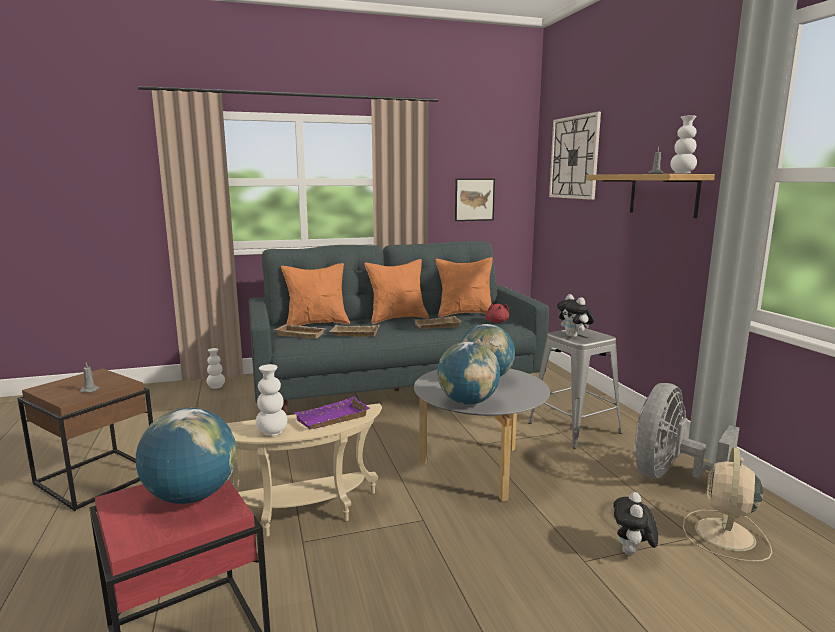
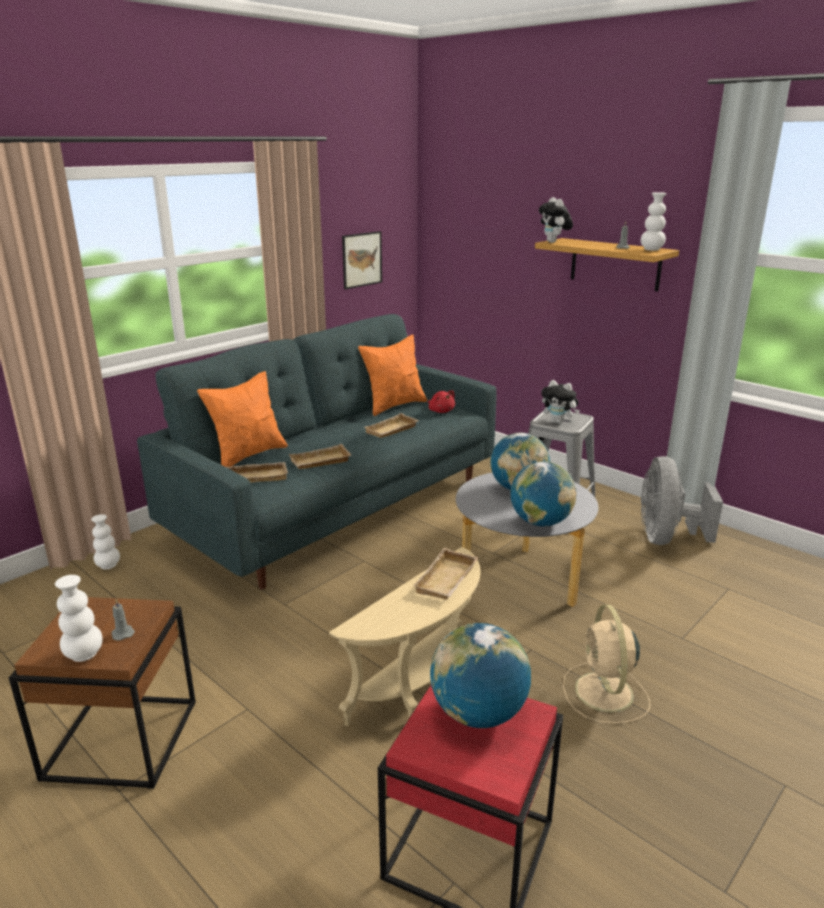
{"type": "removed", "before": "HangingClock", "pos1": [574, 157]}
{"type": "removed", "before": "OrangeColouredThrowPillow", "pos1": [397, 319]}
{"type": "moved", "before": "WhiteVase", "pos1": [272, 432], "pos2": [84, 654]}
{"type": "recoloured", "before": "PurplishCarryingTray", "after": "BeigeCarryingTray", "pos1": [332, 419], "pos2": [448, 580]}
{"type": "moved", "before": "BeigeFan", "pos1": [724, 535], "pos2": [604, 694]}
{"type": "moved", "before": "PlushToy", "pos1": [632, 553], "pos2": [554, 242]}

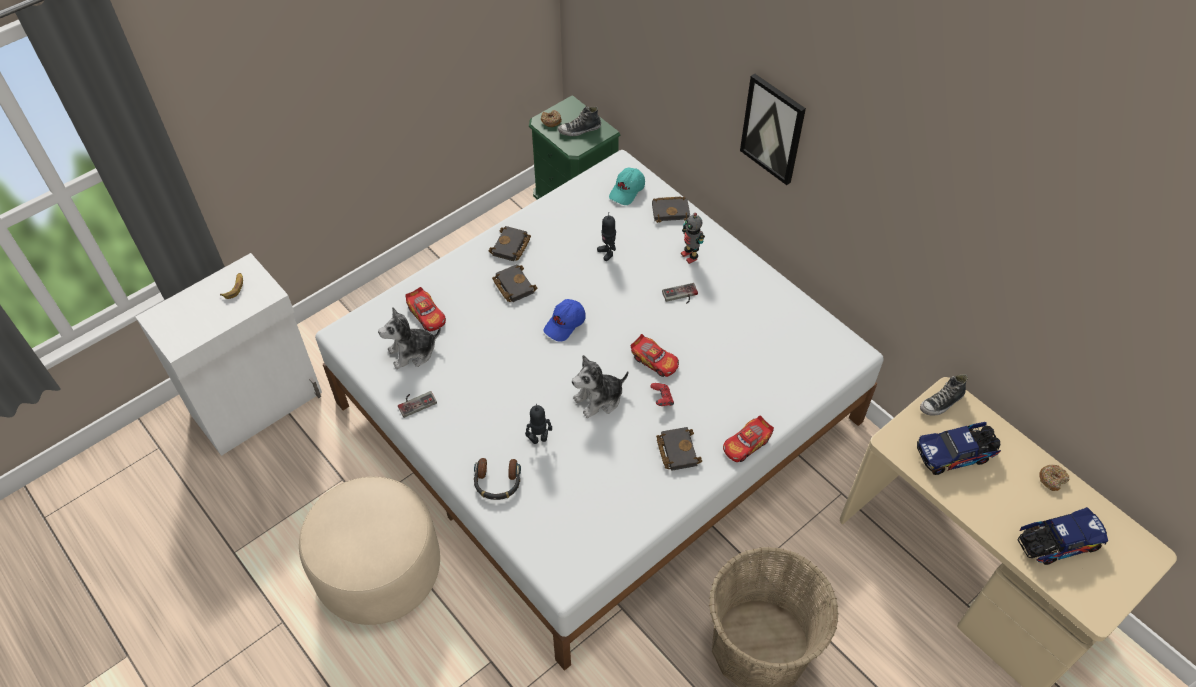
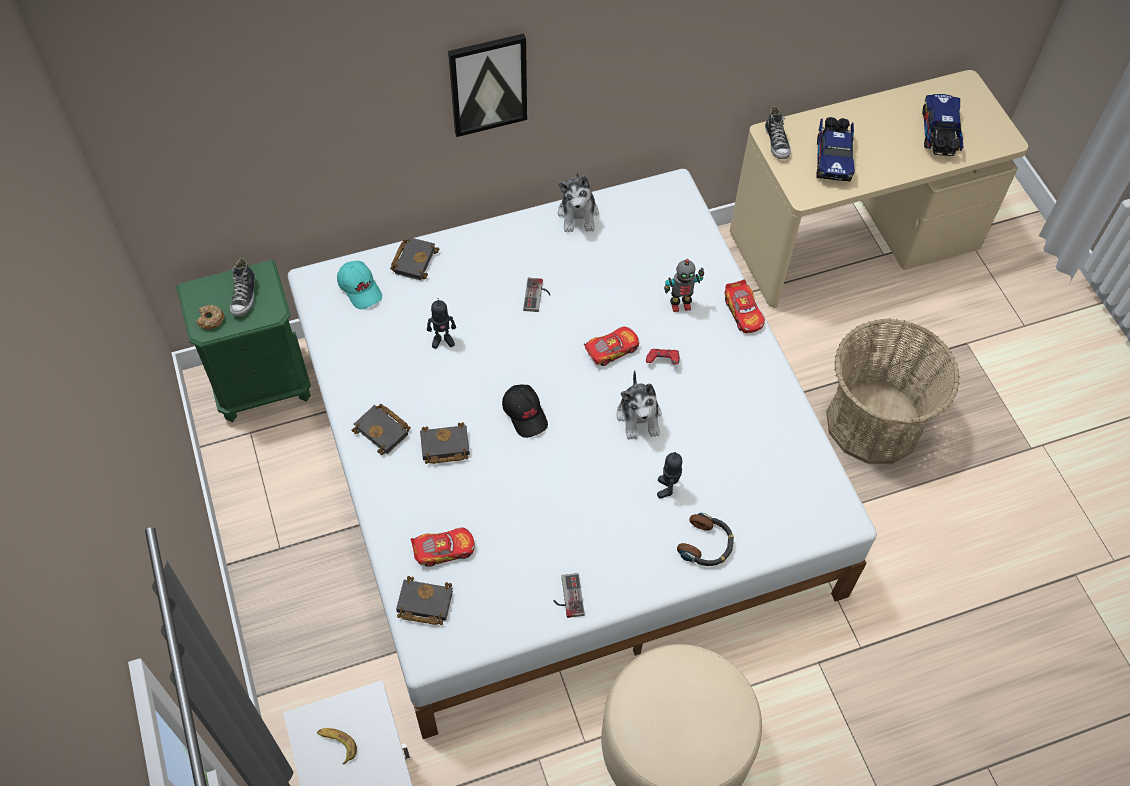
{"type": "moved", "before": "RobotFigure", "pos1": [690, 256], "pos2": [680, 304]}
{"type": "recoloured", "before": "BlueColouredCap", "after": "BlackCap", "pos1": [565, 324], "pos2": [525, 414]}
{"type": "moved", "before": "PlushToy", "pos1": [412, 352], "pos2": [578, 214]}
{"type": "moved", "before": "BlackBoundBook", "pos1": [676, 450], "pos2": [423, 604]}
{"type": "removed", "before": "Donut", "pos1": [1052, 479]}

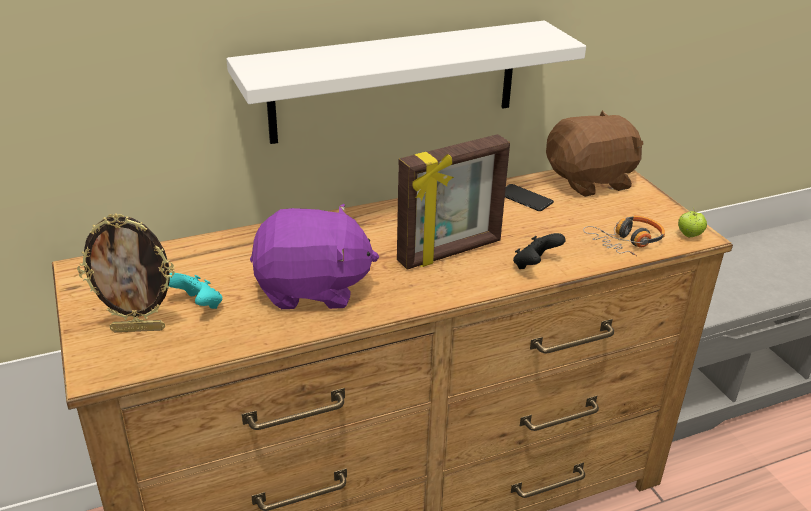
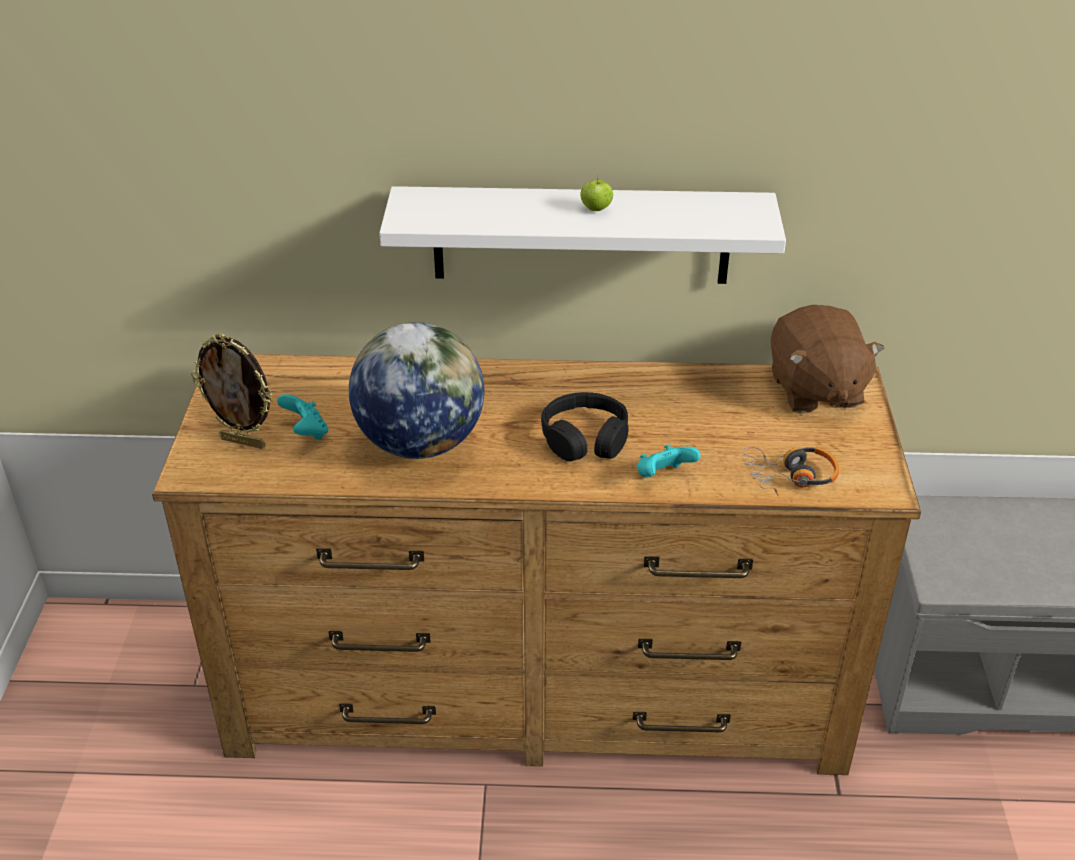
{"type": "turned", "before": "BrownColouredPlushToy", "pos1": [590, 181], "pos2": [815, 390], "turn": 75}
{"type": "replaced", "before": "PhotoFrame", "after": "BlackPairOfHeadphones", "pos1": [450, 252], "pos2": [585, 438]}
{"type": "removed", "before": "Phone", "pos1": [525, 198]}
{"type": "replaced", "before": "PurplishPlushToy", "after": "Globe", "pos1": [312, 289], "pos2": [420, 443]}
{"type": "moved", "before": "WholeApple", "pos1": [689, 235], "pos2": [596, 209]}
{"type": "recoloured", "before": "BlackGameController", "after": "TurquoiseGameController", "pos1": [535, 265], "pos2": [663, 477]}

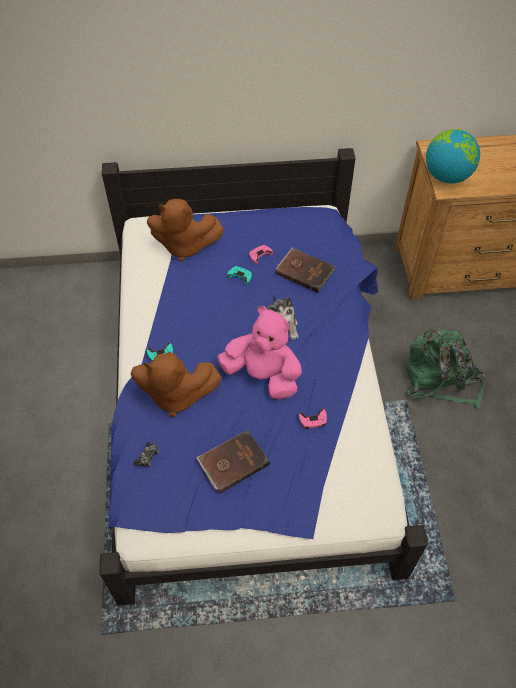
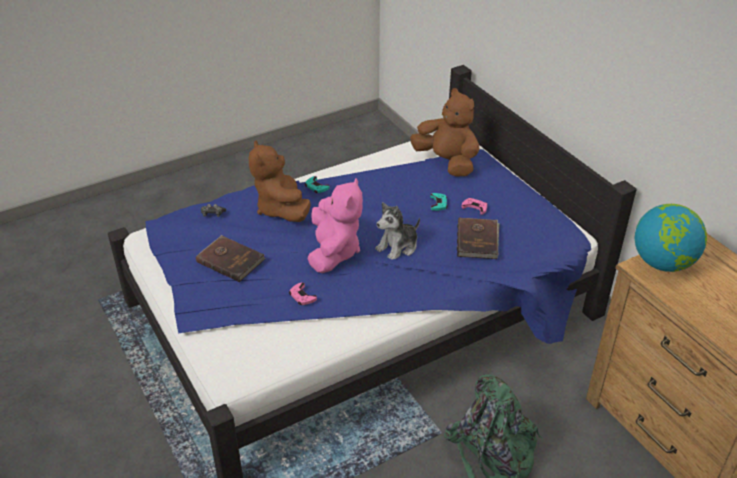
{"type": "turned", "before": "BrownColouredPlushToy", "pos1": [184, 246], "pos2": [447, 162], "turn": 150}

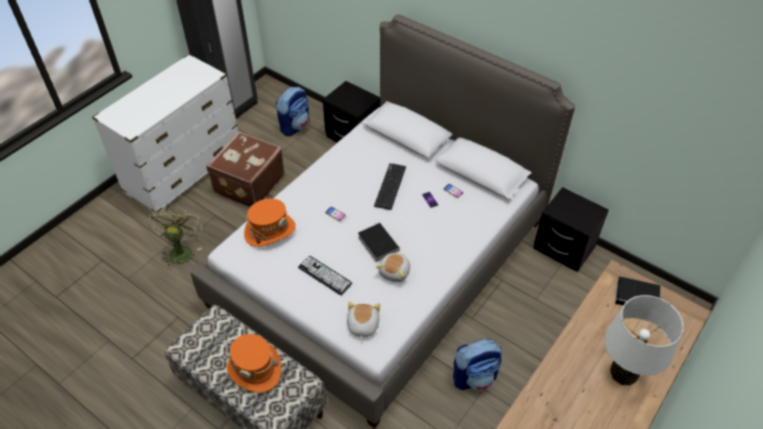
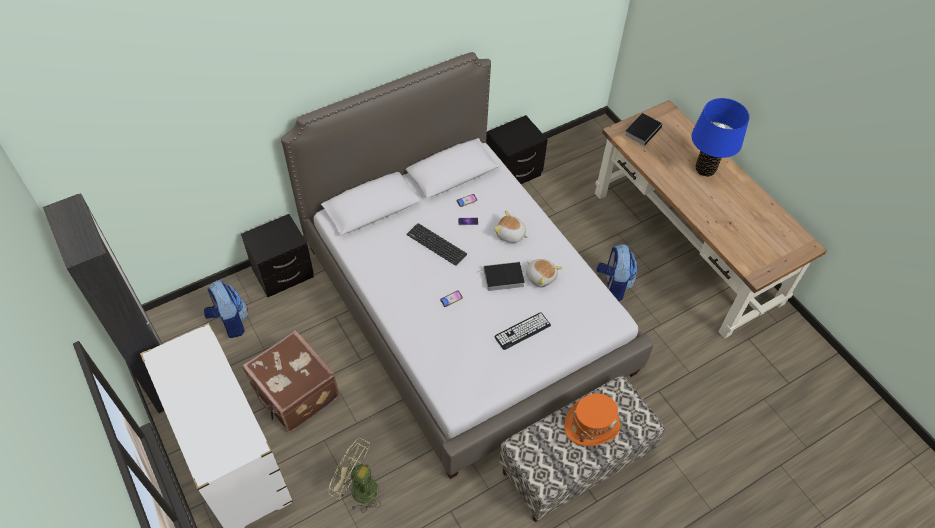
{"type": "removed", "before": "OrangeColouredWearableHat", "pos1": [270, 231]}
{"type": "recoloured", "before": "WhiteLampForATable", "after": "BlueColouredLampForATable", "pos1": [623, 374], "pos2": [705, 169]}
{"type": "moved", "before": "PlushToy", "pos1": [362, 325], "pos2": [510, 235]}

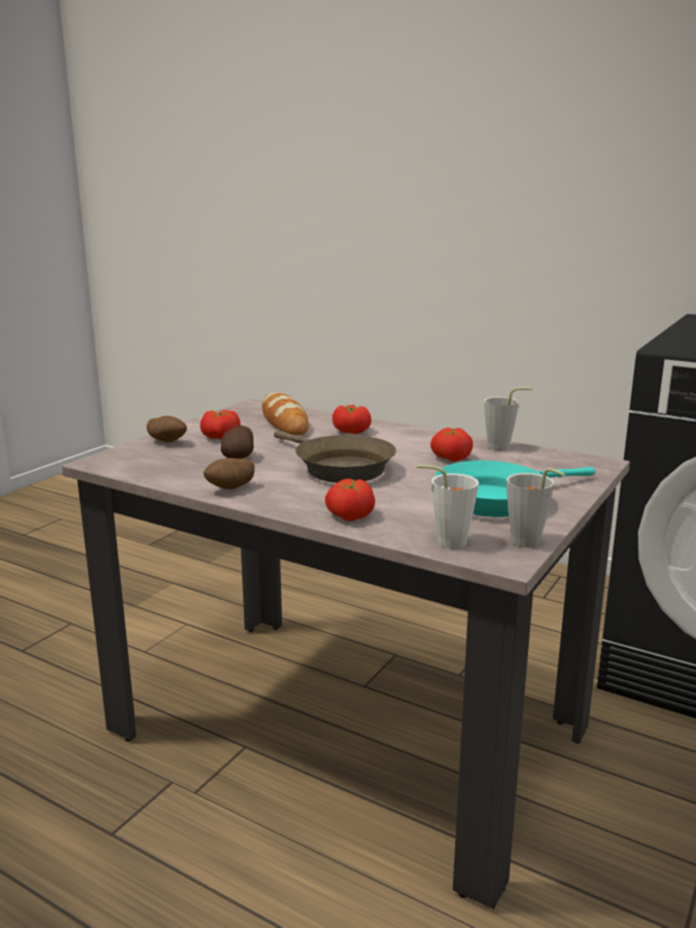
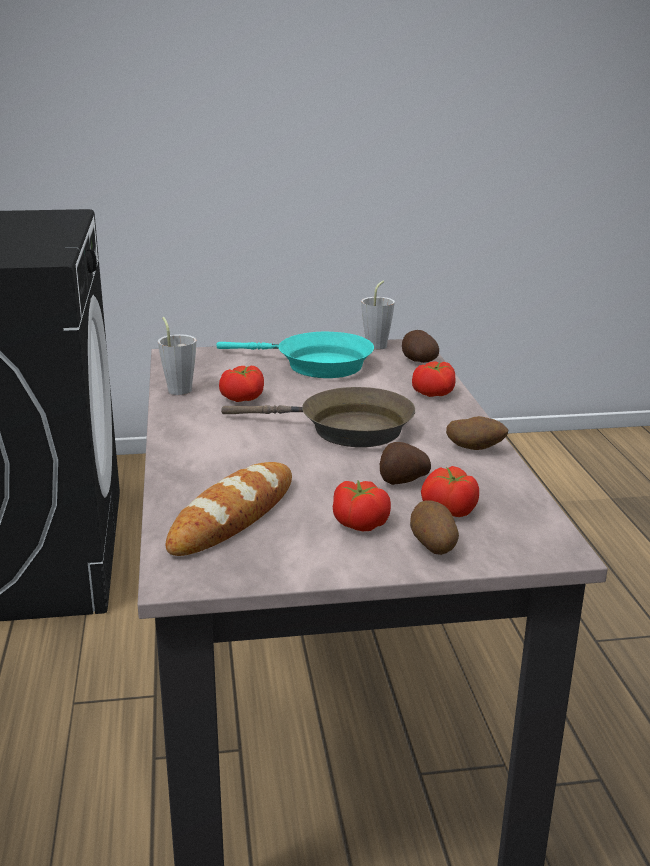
{"type": "moved", "before": "FreshTomato", "pos1": [352, 431], "pos2": [449, 510]}
{"type": "turned", "before": "BrownColouredSkillet", "pos1": [338, 467], "pos2": [346, 429], "turn": 90}
{"type": "replaced", "before": "WhiteDrinkingCup", "after": "Spud", "pos1": [444, 541], "pos2": [418, 361]}

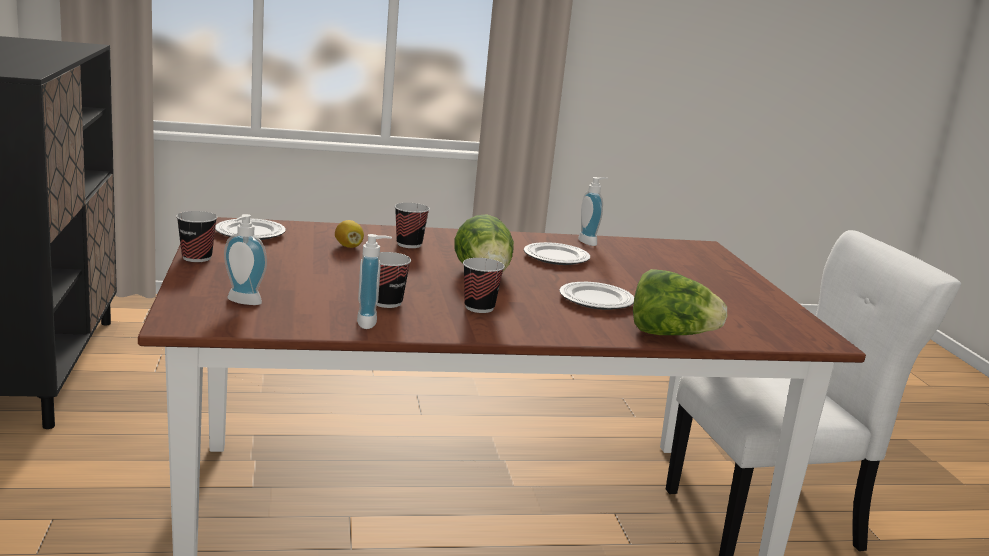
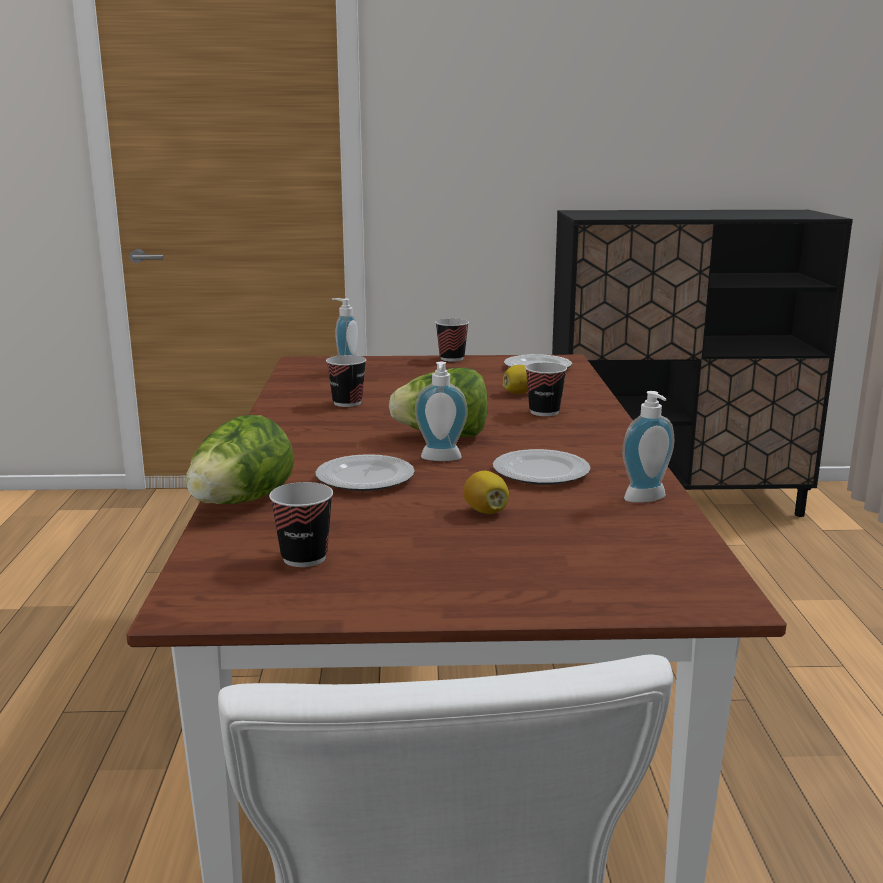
{"type": "moved", "before": "LiquidSoapBottle", "pos1": [371, 322], "pos2": [440, 459]}
{"type": "moved", "before": "DrinkingCup", "pos1": [479, 307], "pos2": [304, 558]}
{"type": "added", "after": "WholeLemon", "pos2": [486, 511]}

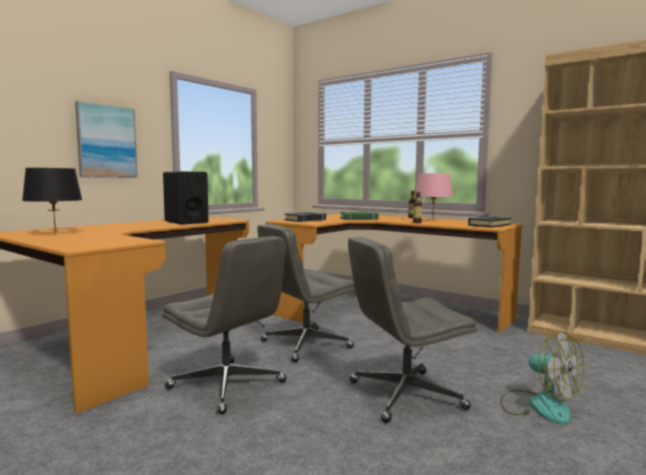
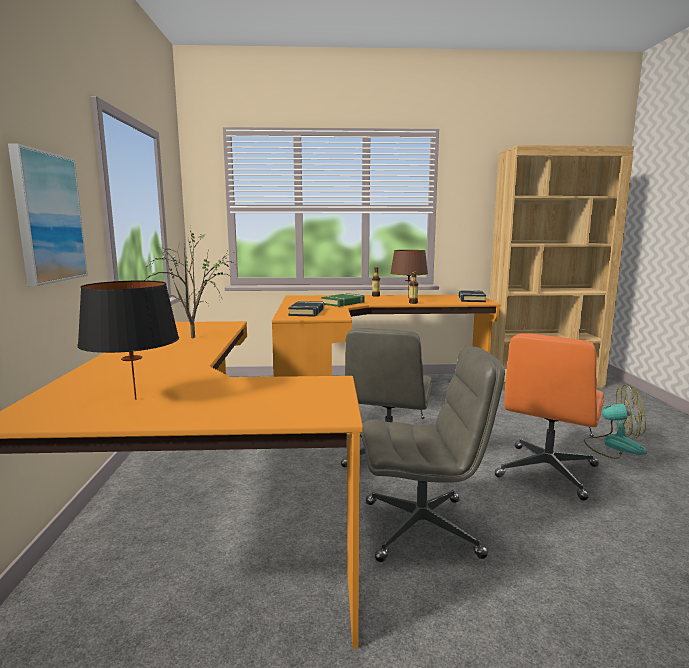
{"type": "replaced", "before": "BlackAudioSpeaker", "after": "PlantInAPot", "pos1": [186, 222], "pos2": [191, 337]}
{"type": "recoloured", "before": "PinkLampForATable", "after": "BrownColouredLampForATable", "pos1": [432, 220], "pos2": [408, 298]}
{"type": "recoloured", "before": "GreyishDeskChair", "after": "OrangeColouredDeskChair", "pos1": [404, 395], "pos2": [547, 472]}

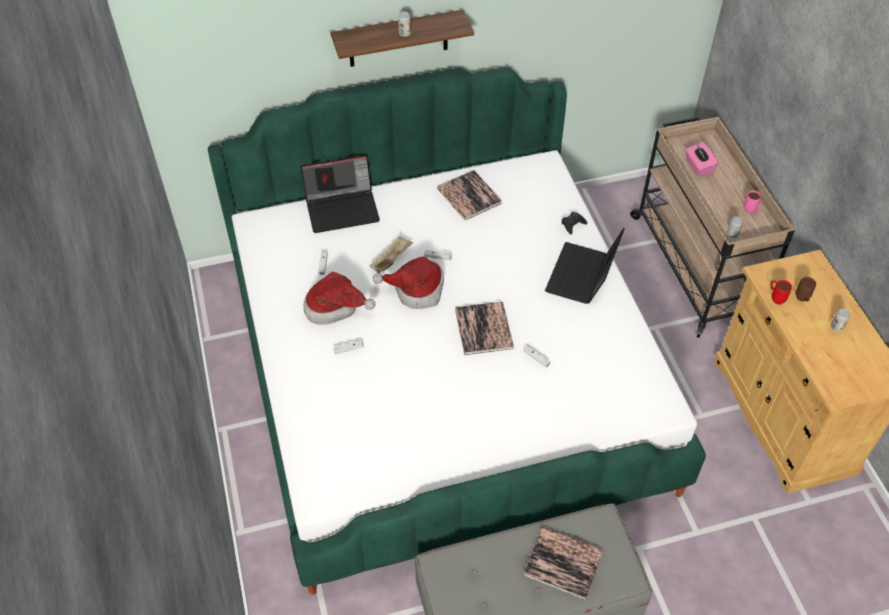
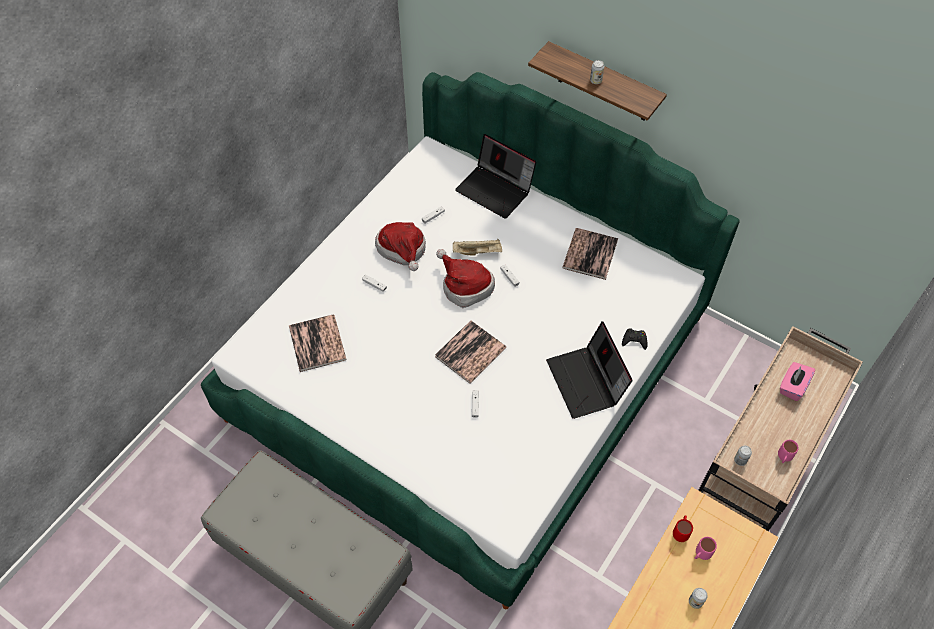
{"type": "turned", "before": "Laptop", "pos1": [582, 276], "pos2": [586, 382], "turn": -90}
{"type": "recoloured", "before": "BrownColouredMug", "after": "PinkMug", "pos1": [802, 300], "pos2": [700, 555]}
{"type": "moved", "before": "BoundBook", "pos1": [563, 563], "pos2": [317, 343]}

